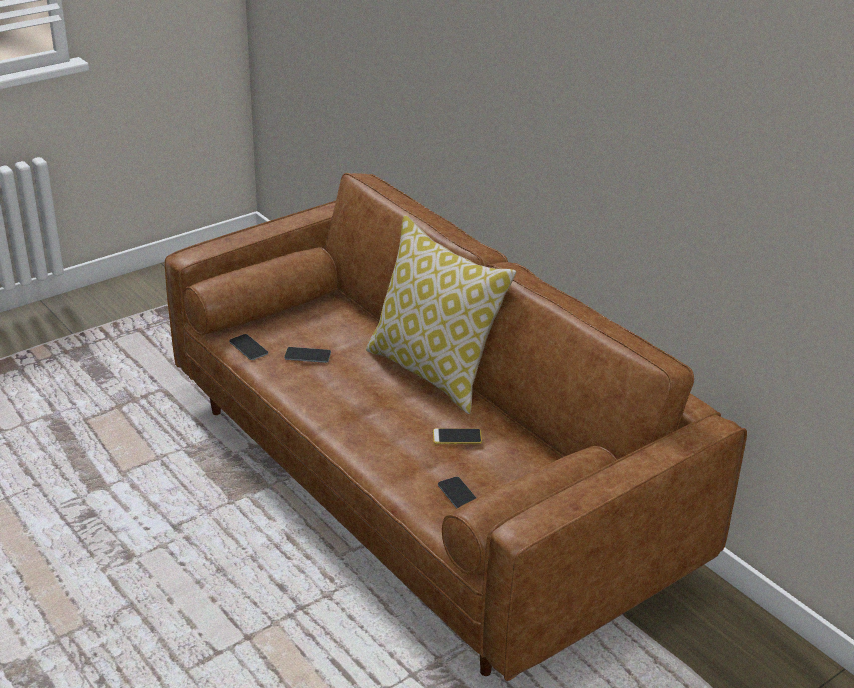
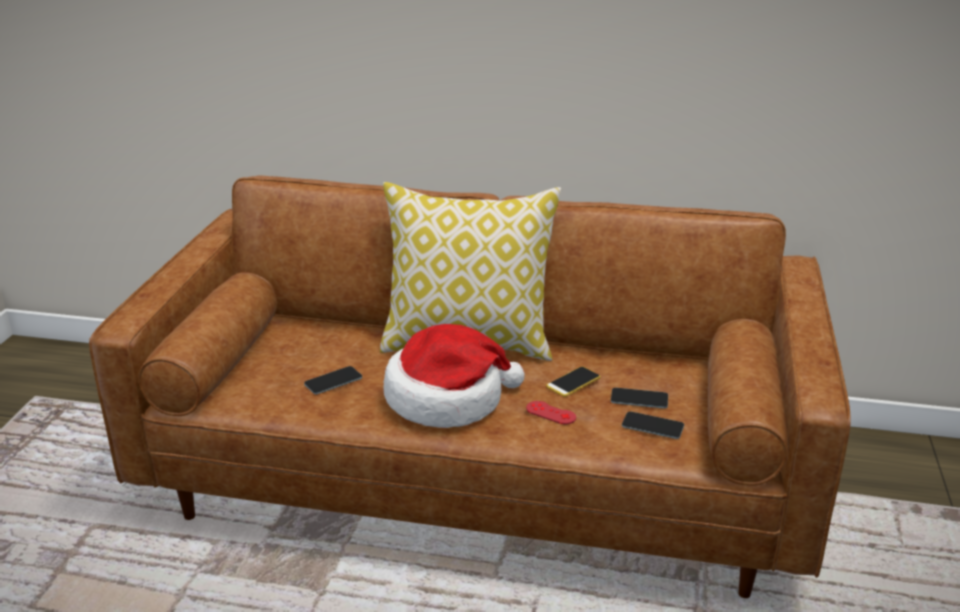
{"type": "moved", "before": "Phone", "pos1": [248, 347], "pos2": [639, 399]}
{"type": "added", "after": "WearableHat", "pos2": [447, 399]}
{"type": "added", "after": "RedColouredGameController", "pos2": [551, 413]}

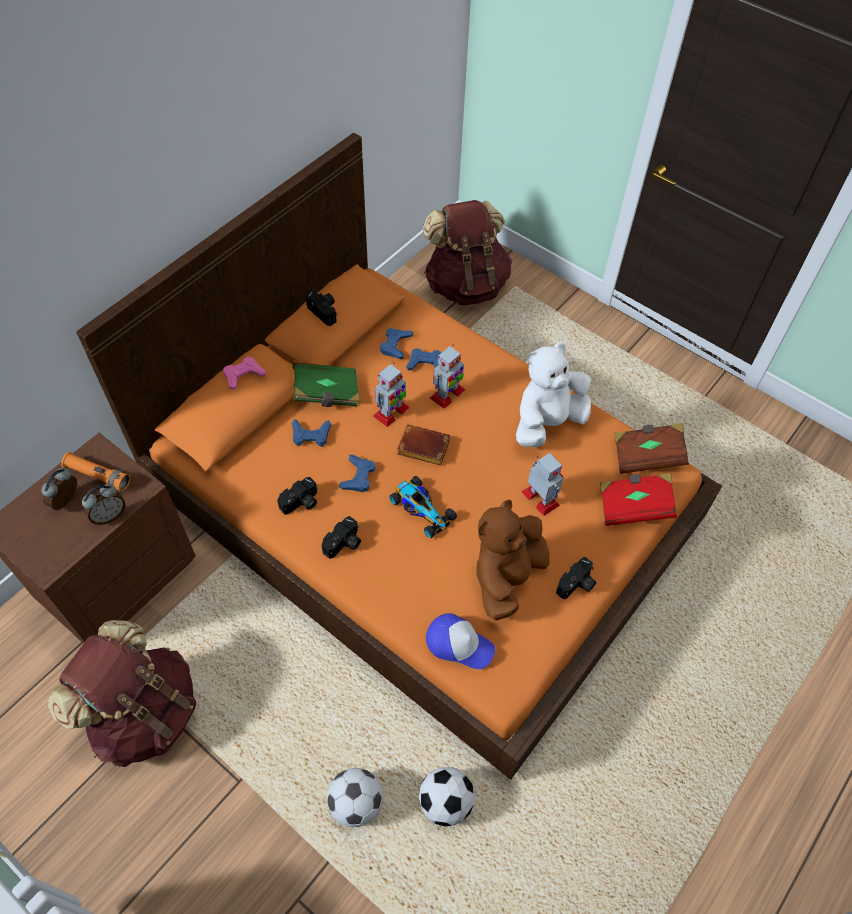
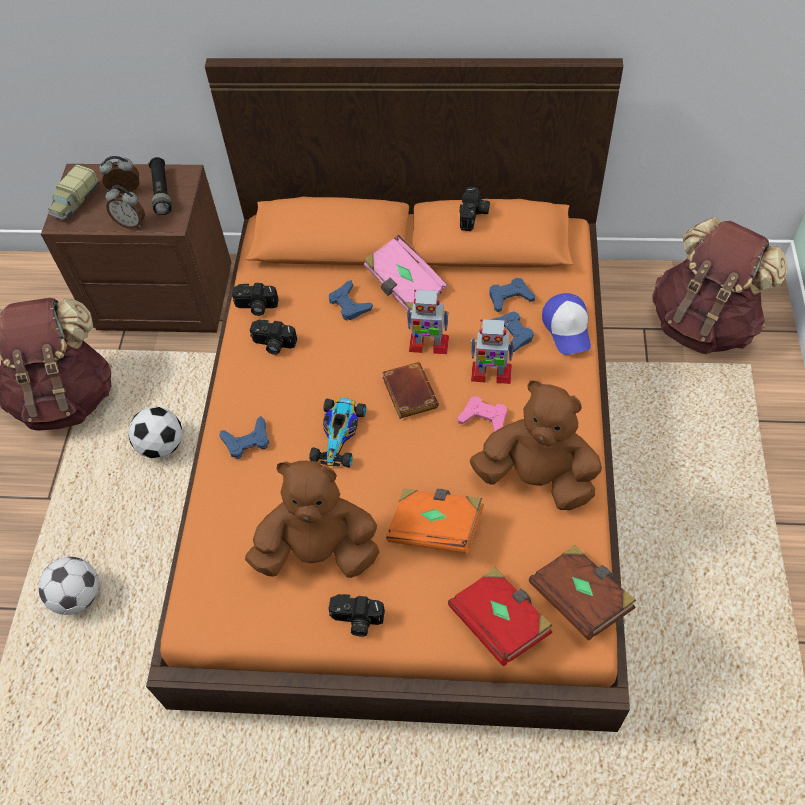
{"type": "recoloured", "before": "WhitePlushToy", "after": "BrownColouredPlushToy", "pos1": [547, 422], "pos2": [537, 477]}
{"type": "moved", "before": "PinkGameController", "pos1": [243, 375], "pos2": [484, 418]}
{"type": "recoloured", "before": "GreenColouredBoundBook", "after": "PinkBoundBook", "pos1": [327, 394], "pos2": [404, 286]}
{"type": "recoloured", "before": "OrangeColouredTorch", "after": "BlackTorch", "pos1": [98, 476], "pos2": [162, 192]}
{"type": "replaced", "before": "RobotFigure", "after": "OrangeColouredBoundBook", "pos1": [541, 498], "pos2": [435, 527]}
{"type": "moved", "before": "BlueColouredGameController", "pos1": [358, 476], "pos2": [247, 441]}
{"type": "moved", "before": "StillCamera", "pos1": [344, 544], "pos2": [256, 307]}
{"type": "moved", "before": "Cap", "pos1": [459, 644], "pos2": [567, 328]}
{"type": "moved", "before": "Football", "pos1": [445, 802], "pos2": [162, 445]}
{"type": "added", "after": "ModelTruck", "pos2": [75, 202]}

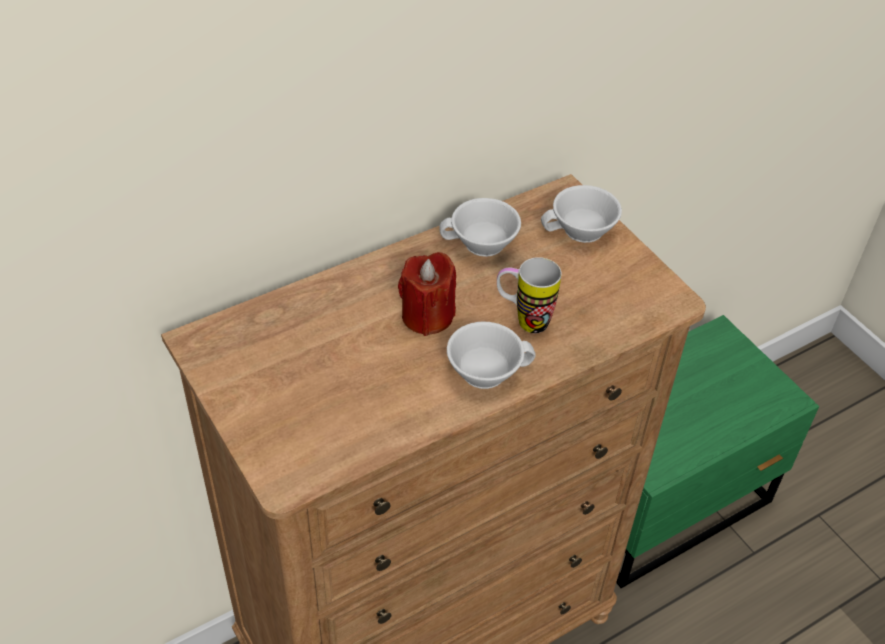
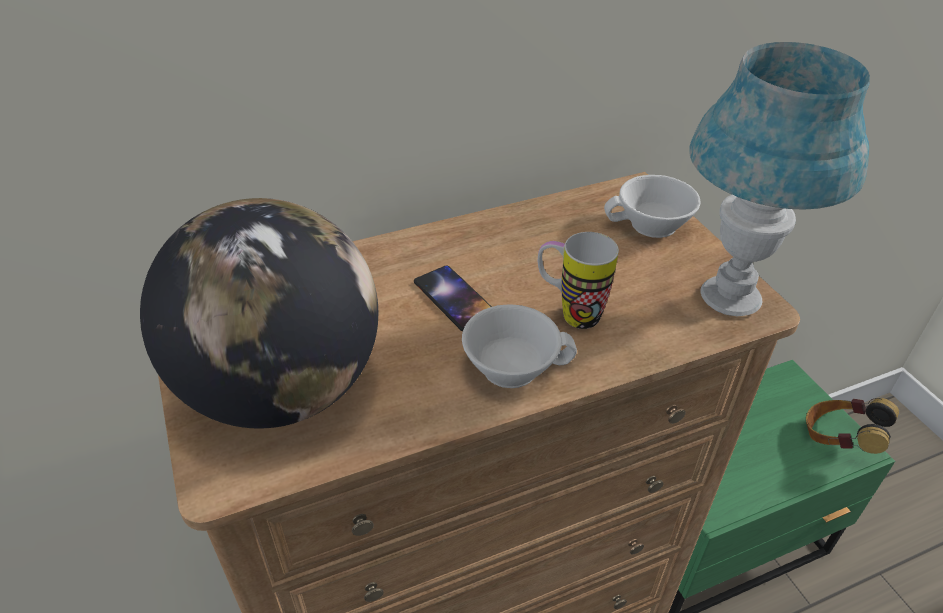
{"type": "removed", "before": "WhiteDrinkingCup", "pos1": [482, 244]}
{"type": "replaced", "before": "RedColouredWaxLight", "after": "Phone", "pos1": [427, 316], "pos2": [454, 298]}
{"type": "added", "after": "BlueColouredLampForATable", "pos2": [730, 298]}
{"type": "added", "after": "Globe", "pos2": [282, 389]}
{"type": "added", "after": "PairOfHeadphones", "pos2": [838, 439]}

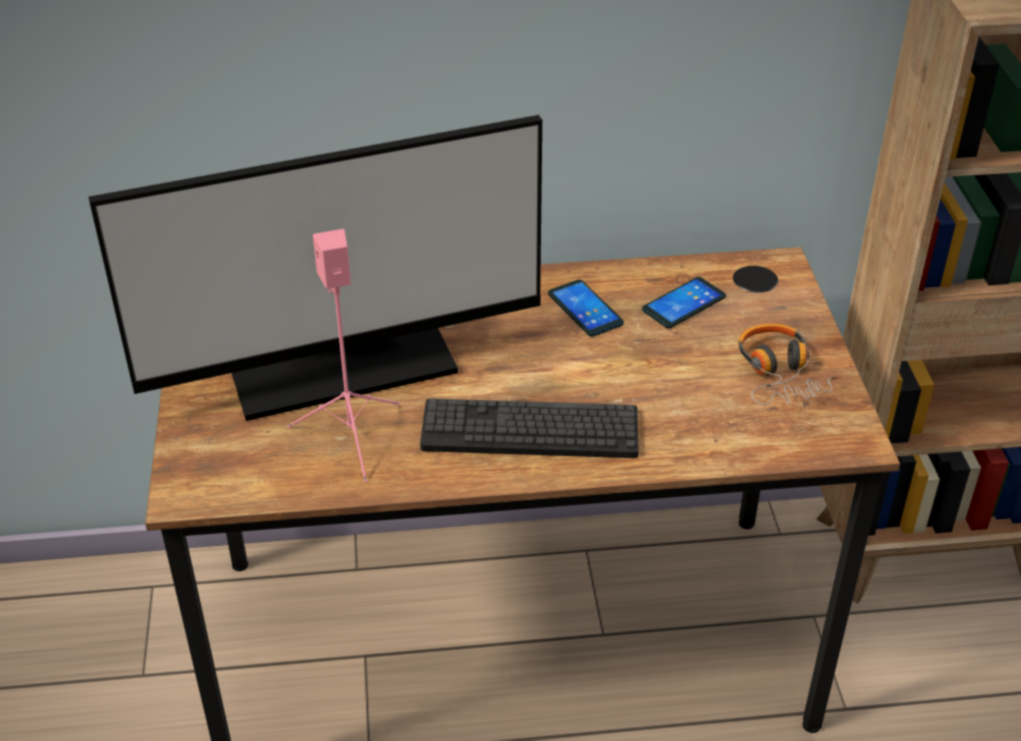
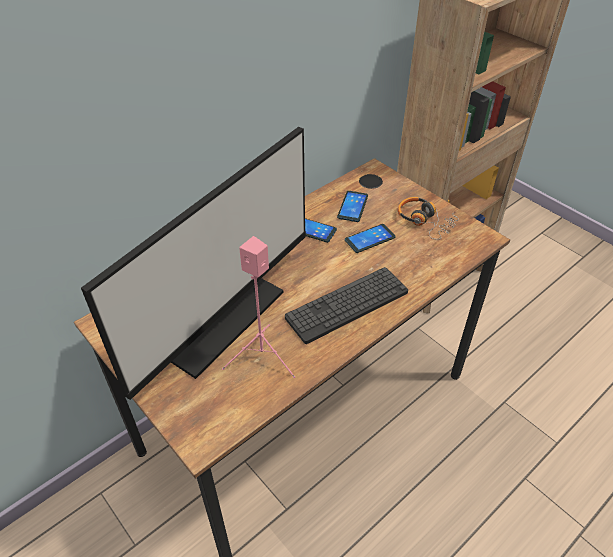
{"type": "added", "after": "Phone", "pos2": [369, 239]}

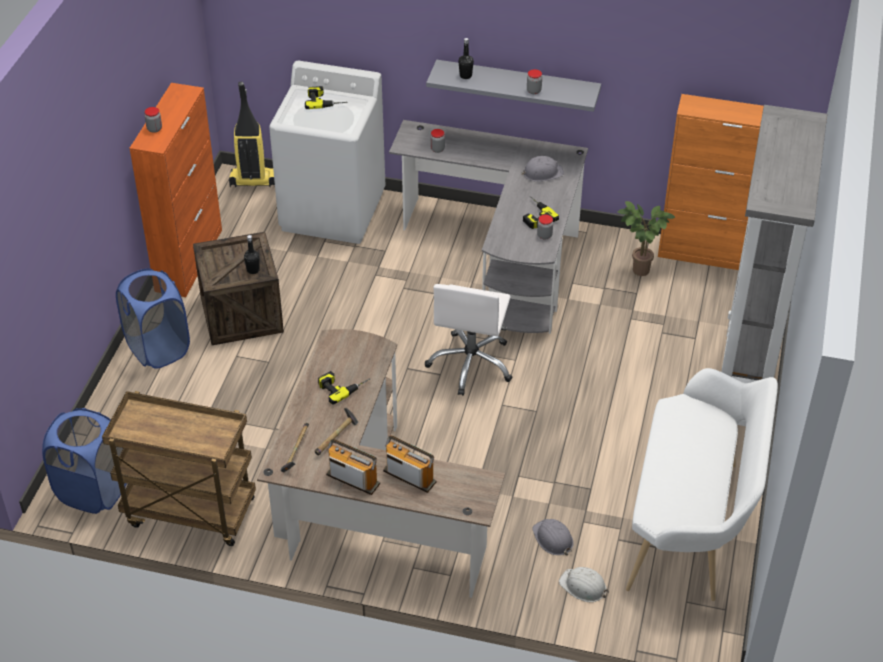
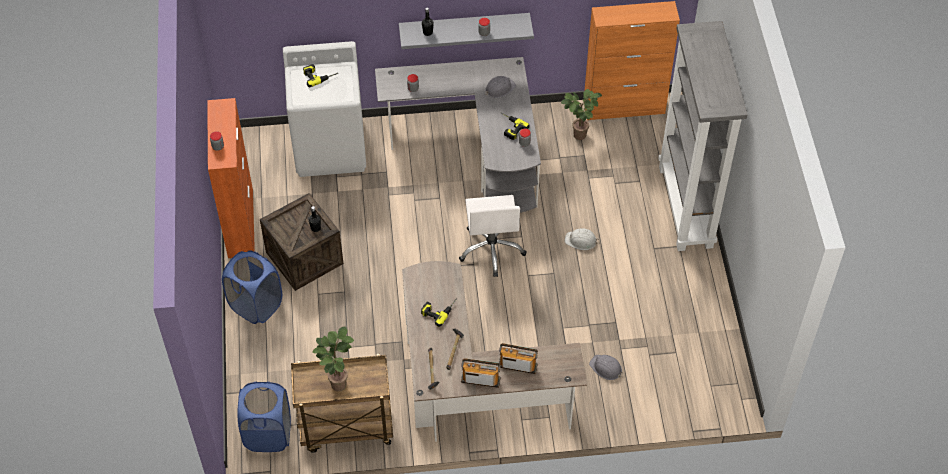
{"type": "removed", "before": "Vacuum", "pos1": [253, 181]}
{"type": "removed", "before": "WhiteIndoorBench", "pos1": [692, 525]}
{"type": "moved", "before": "WhiteWorkHelmet", "pos1": [583, 586], "pos2": [581, 241]}
{"type": "added", "after": "PlantInAPot", "pos2": [337, 382]}

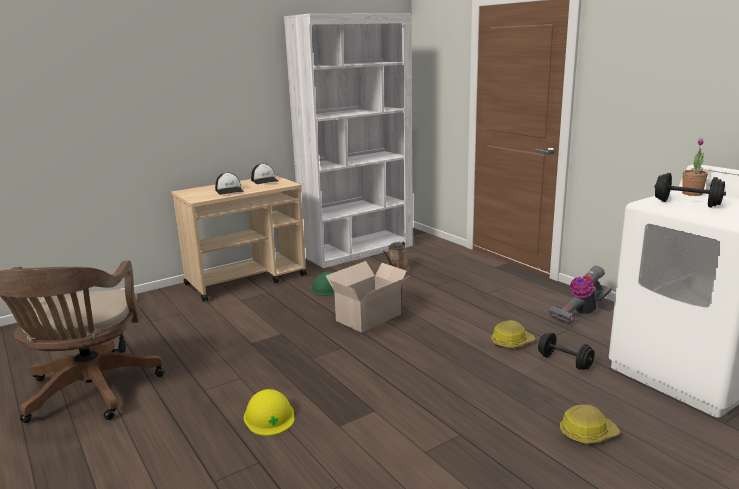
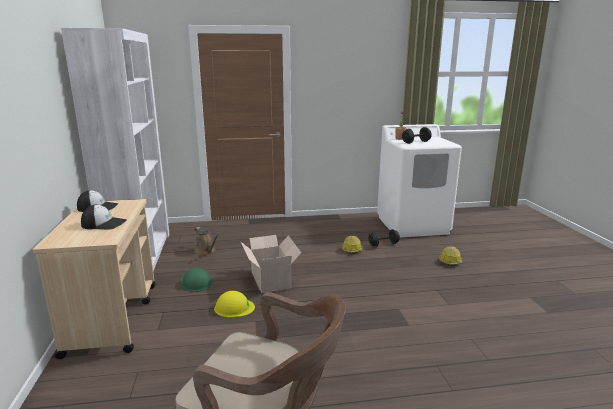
{"type": "removed", "before": "Vacuum", "pos1": [580, 313]}
{"type": "moved", "before": "YellowishWorkHelmet", "pos1": [269, 416], "pos2": [234, 307]}

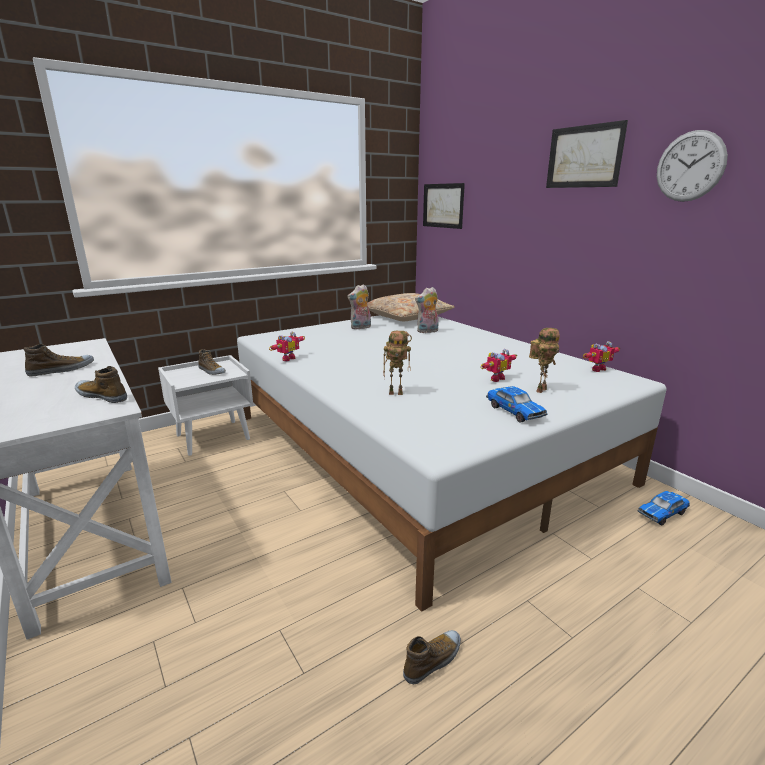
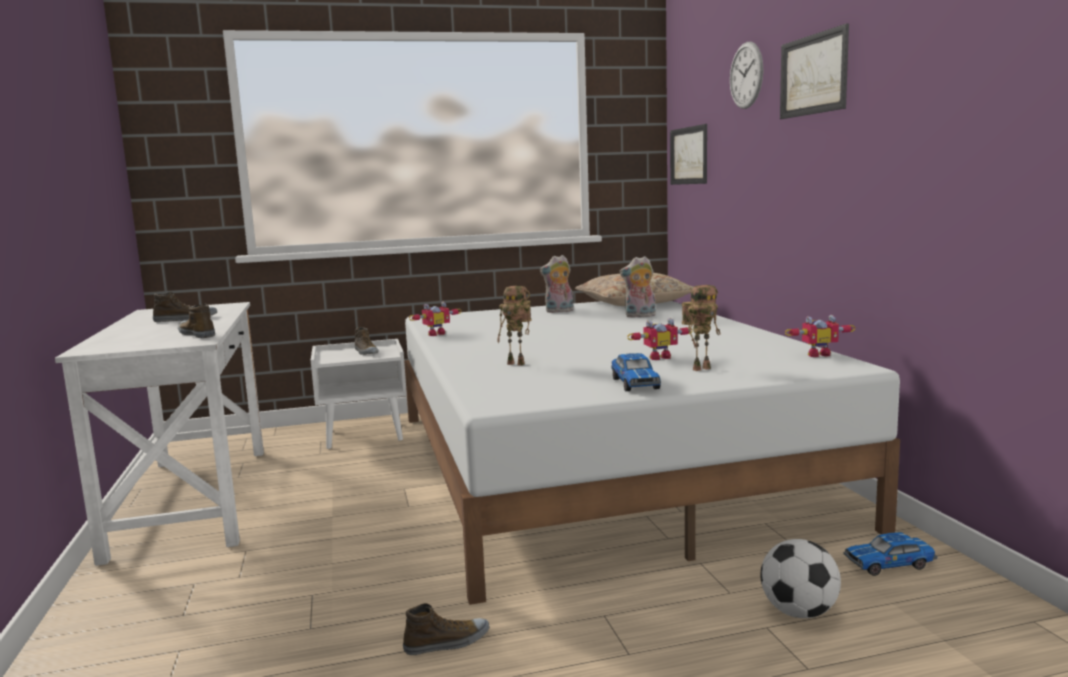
{"type": "moved", "before": "HangingClock", "pos1": [690, 166], "pos2": [746, 75]}
{"type": "added", "after": "Football", "pos2": [799, 612]}

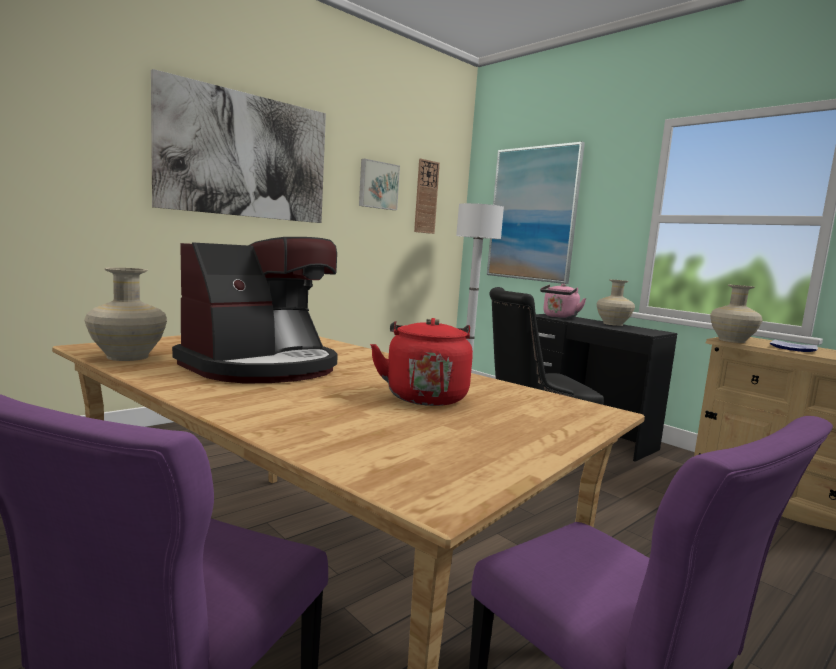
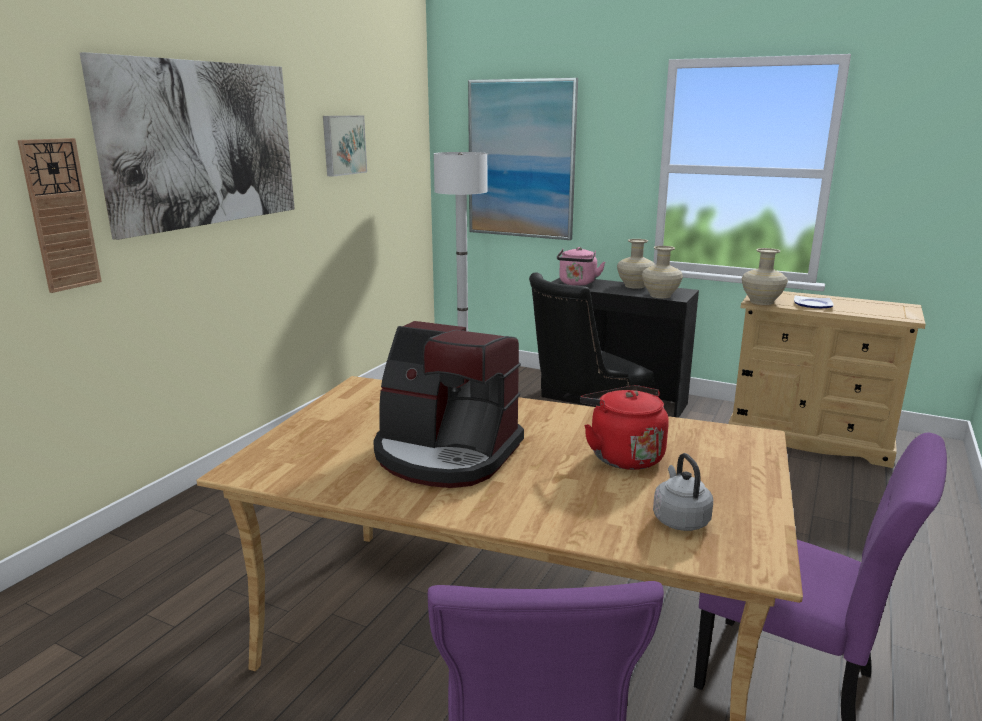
{"type": "moved", "before": "HangingClock", "pos1": [426, 197], "pos2": [60, 215]}
{"type": "turned", "before": "CoffeeBrewer", "pos1": [262, 367], "pos2": [446, 454], "turn": 90}
{"type": "moved", "before": "BeigeVase", "pos1": [126, 357], "pos2": [660, 296]}
{"type": "added", "after": "GreyishWaterKettle", "pos2": [679, 519]}

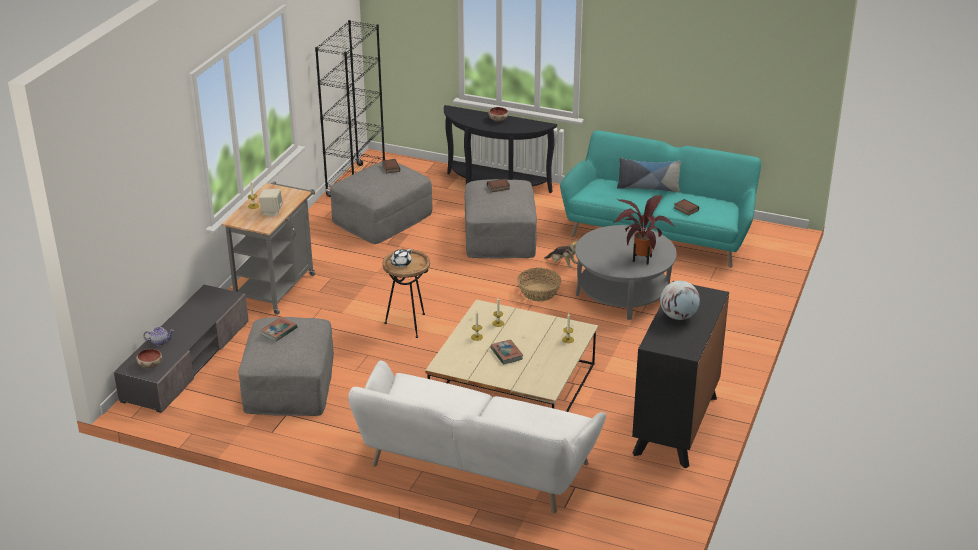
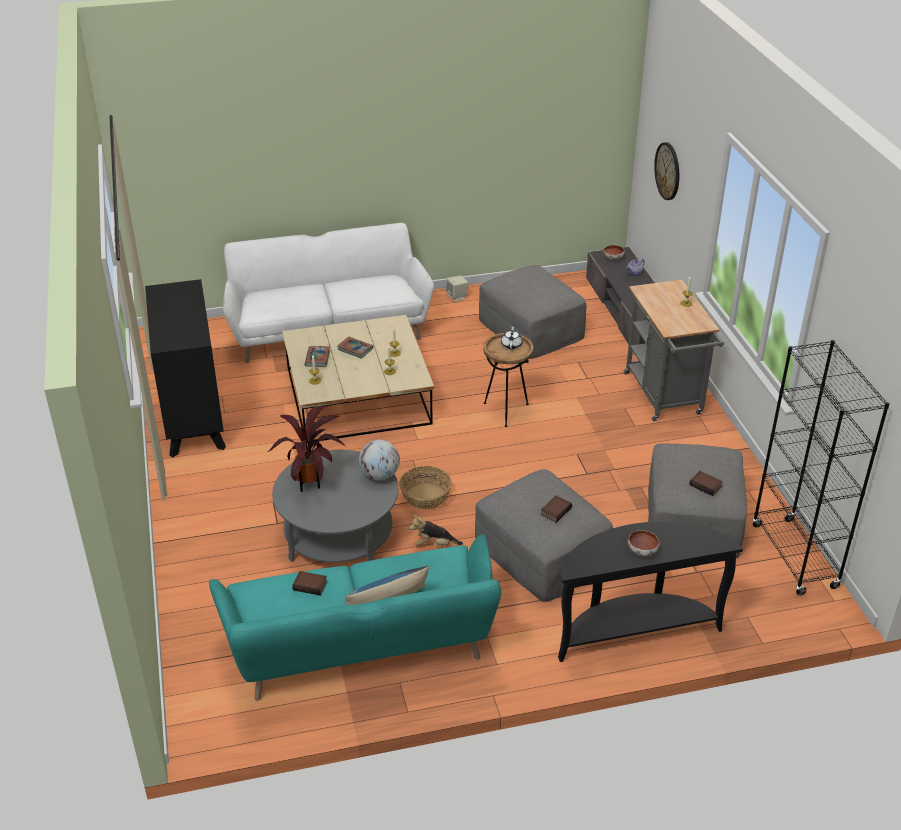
{"type": "moved", "before": "BeigeAudioSpeaker", "pos1": [271, 211], "pos2": [457, 297]}
{"type": "moved", "before": "Globe", "pos1": [678, 316], "pos2": [380, 475]}
{"type": "moved", "before": "BoundBook", "pos1": [279, 331], "pos2": [317, 358]}
{"type": "added", "after": "HangingClock", "pos2": [668, 171]}

